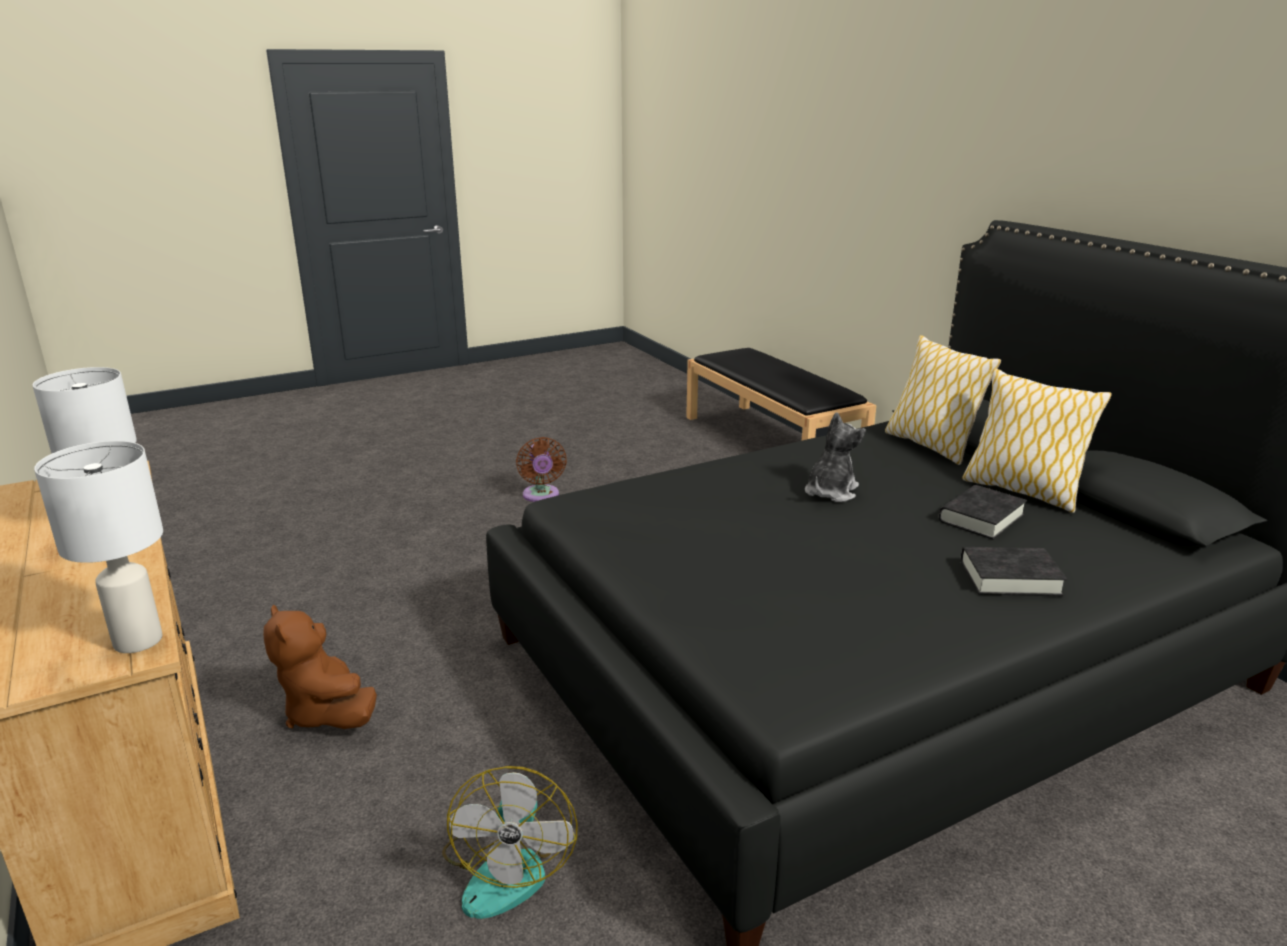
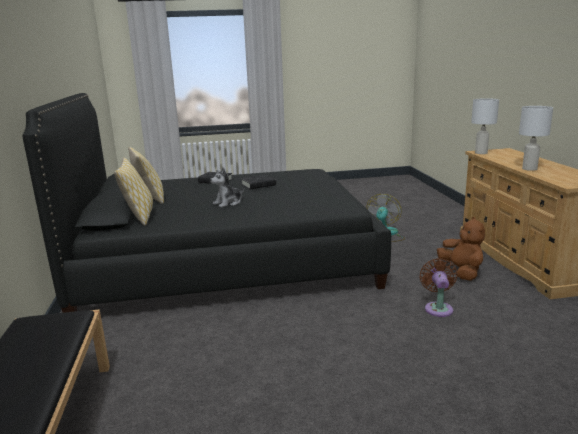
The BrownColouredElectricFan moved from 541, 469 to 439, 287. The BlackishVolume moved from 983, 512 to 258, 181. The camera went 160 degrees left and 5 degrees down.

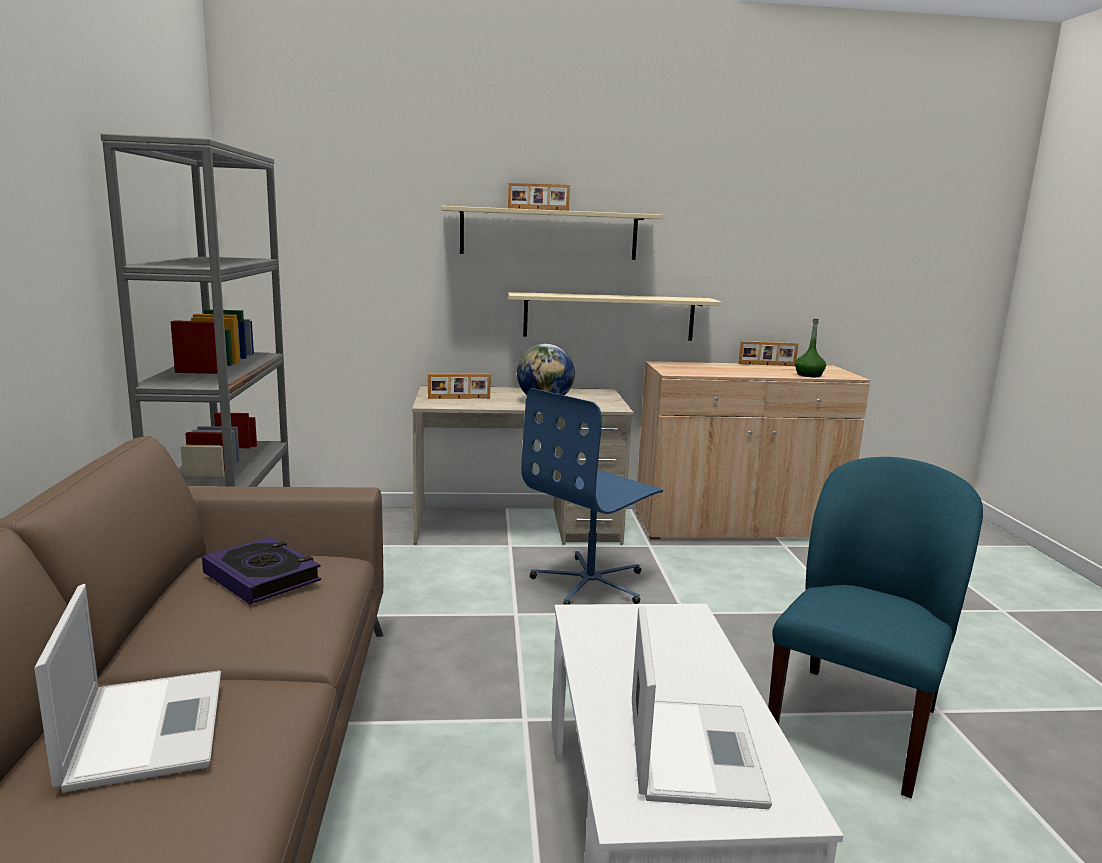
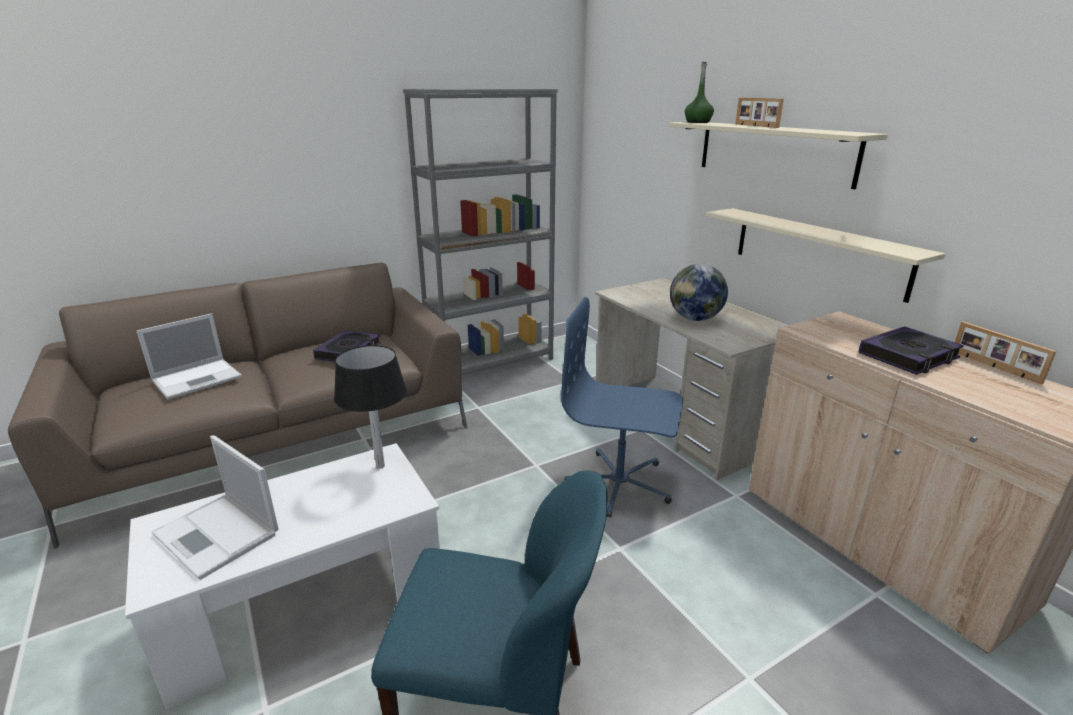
The GreenDrinkBottle moved from 810, 348 to 699, 92. The StandingFrame at 459, 386 disappeared. The Laptop at 702, 707 turned 60 degrees clockwise. The Volume at 911, 350 appeared. The BlackishTabletopLamp at 370, 407 appeared. The camera went 65 degrees right and 10 degrees up.

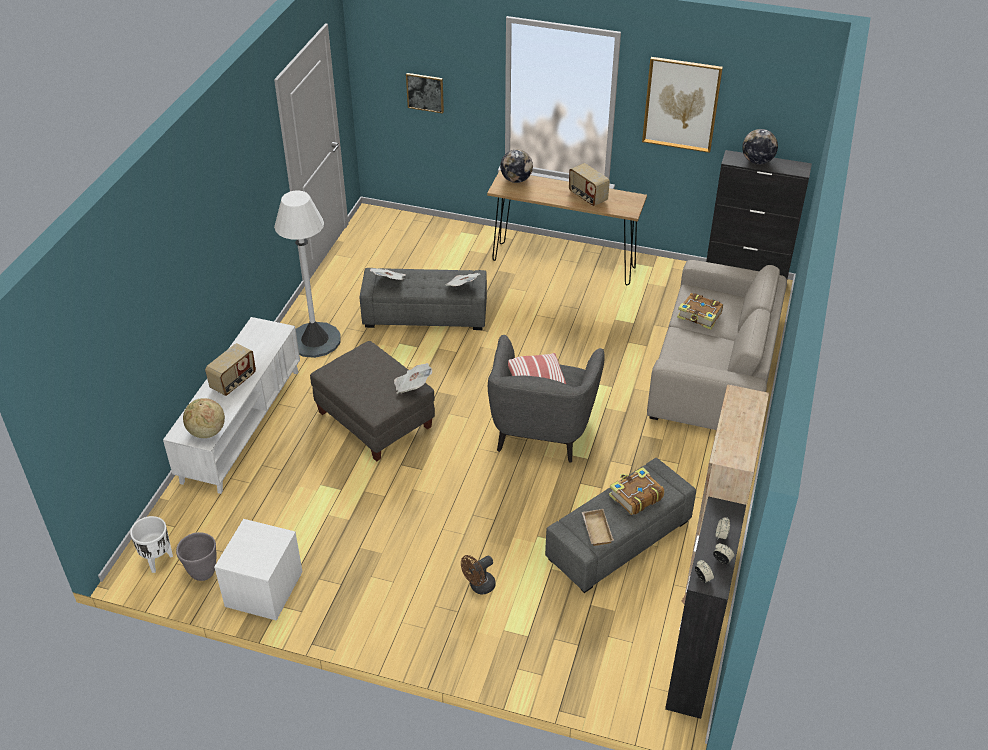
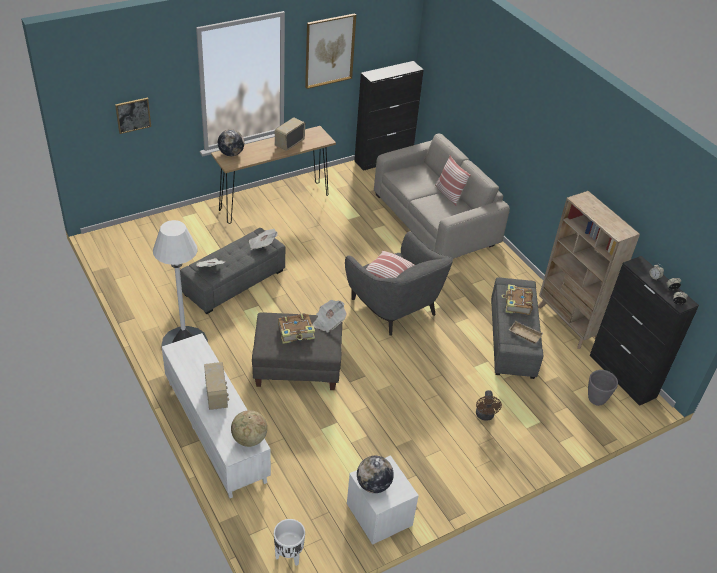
The Globe moved from 760, 147 to 375, 474. The RadioReceiver at 589, 184 turned 120 degrees clockwise. The Volume moved from 700, 311 to 296, 328. The GreyishFlowerPot moved from 196, 556 to 603, 388. The ThrowPillow at 453, 180 appeared. The camera went 50 degrees left and 0 degrees up.

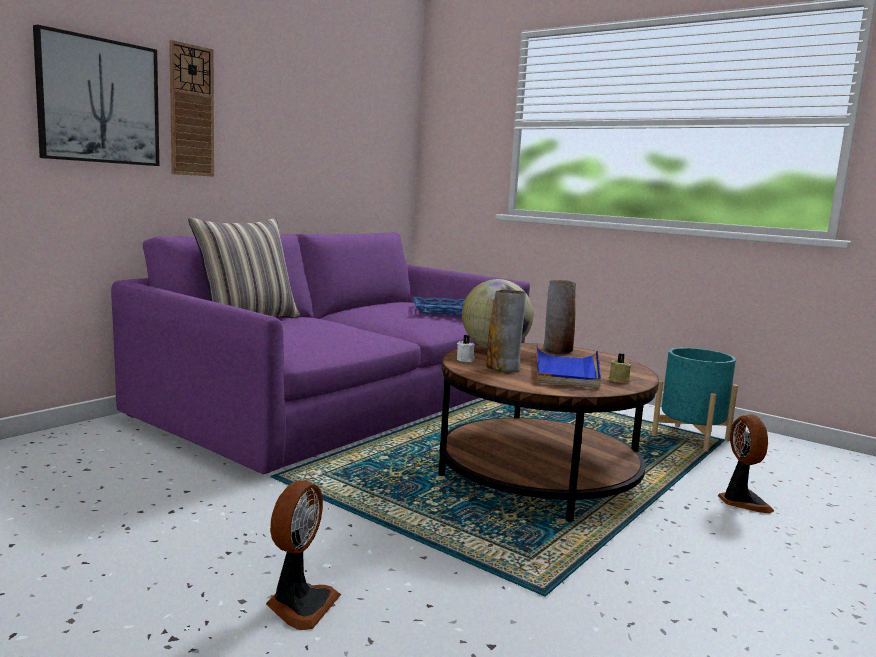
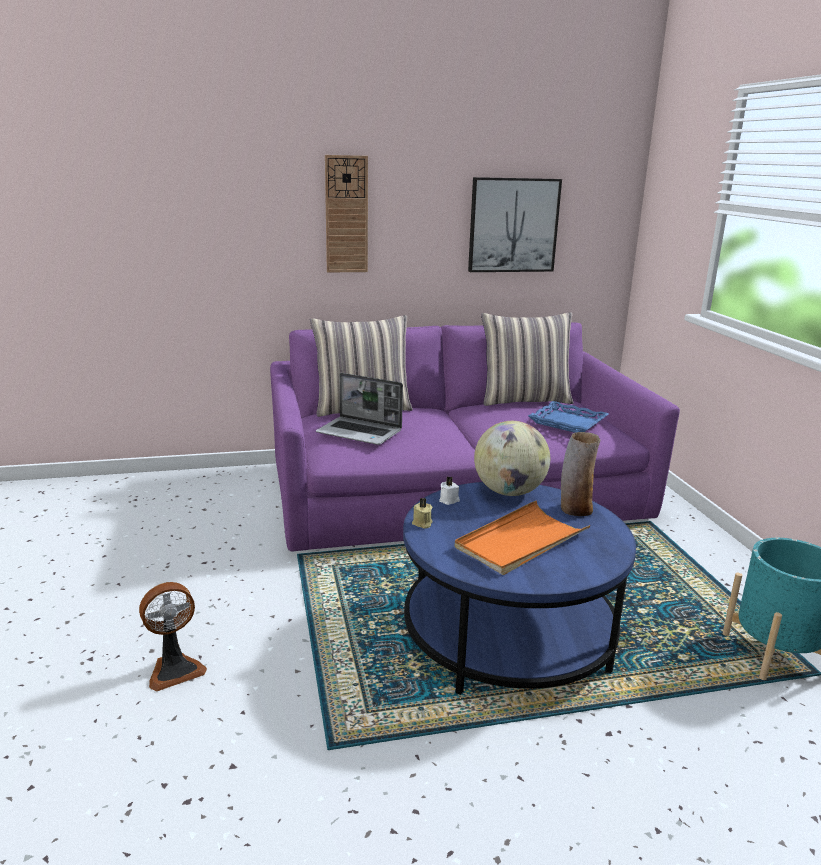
The Picture moved from 96, 95 to 515, 224. The Vase at 506, 331 disappeared. The BrownColouredCoffeeTable at 548, 432 became the BluishCoffeeTable at 519, 588. The BluishCarryingTray at 568, 366 became the OrangeyCarryingTray at 523, 538. The BeigeWaxCandle moved from 619, 367 to 422, 513. The ElectricFan at 746, 464 disappeared. The ThrowPillow at 527, 359 appeared. The Laptop at 359, 409 appeared. The camera went 40 degrees right and 10 degrees up.

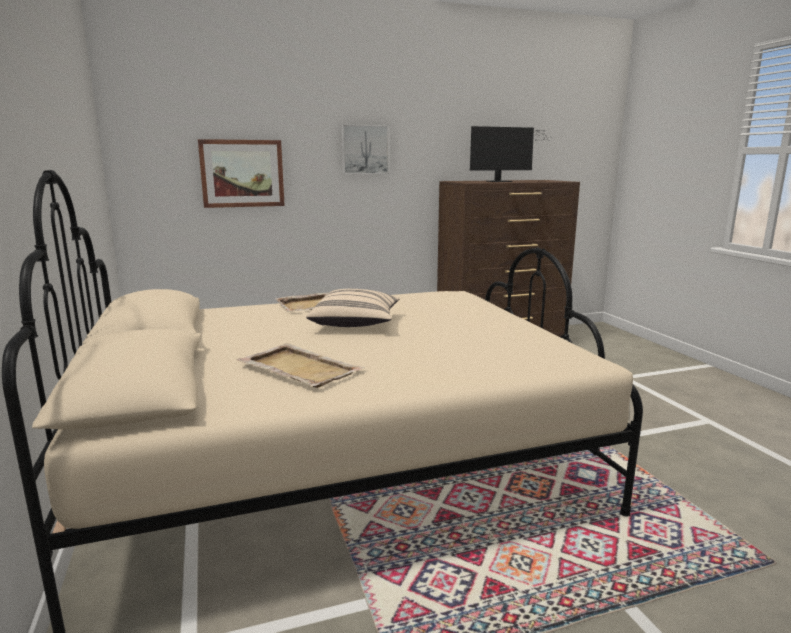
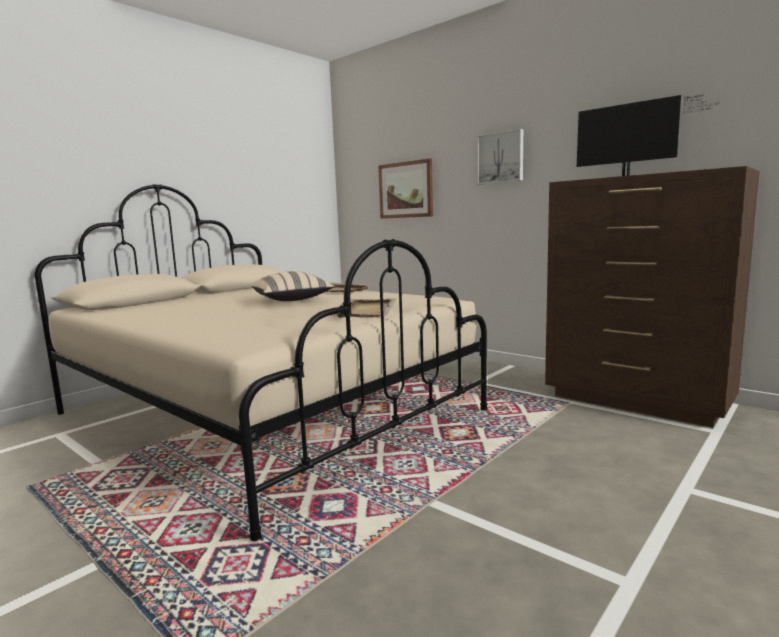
The BeigeCarryingTray moved from 300, 365 to 366, 308. The camera went 60 degrees right and 5 degrees down.

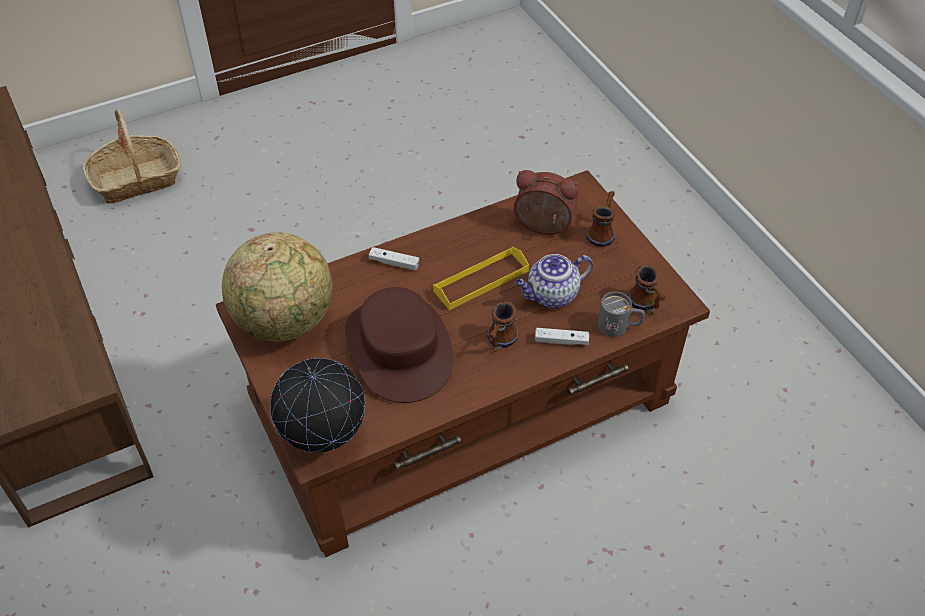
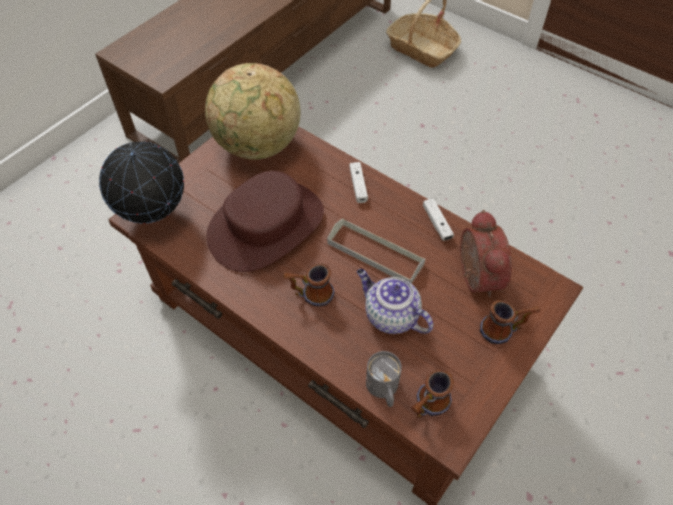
The YellowColouredCarryingTray at 481, 278 became the GreyishCarryingTray at 376, 251. The WhiteJoypad moved from 562, 336 to 438, 219. The camera went 65 degrees right and 5 degrees up.

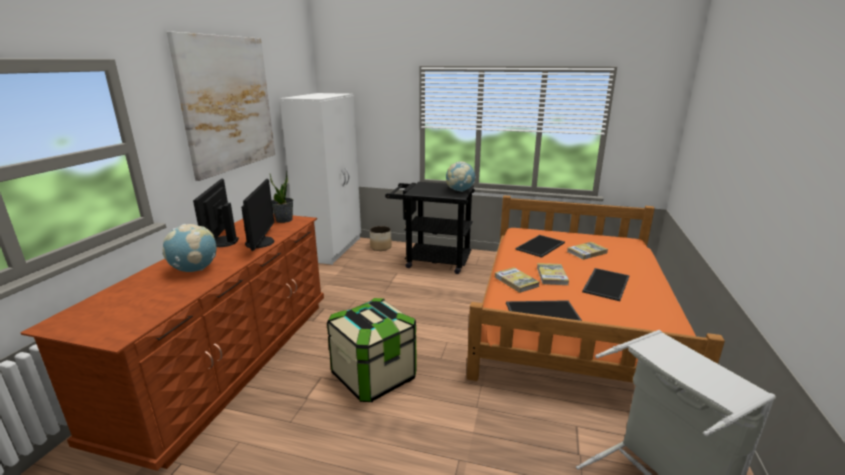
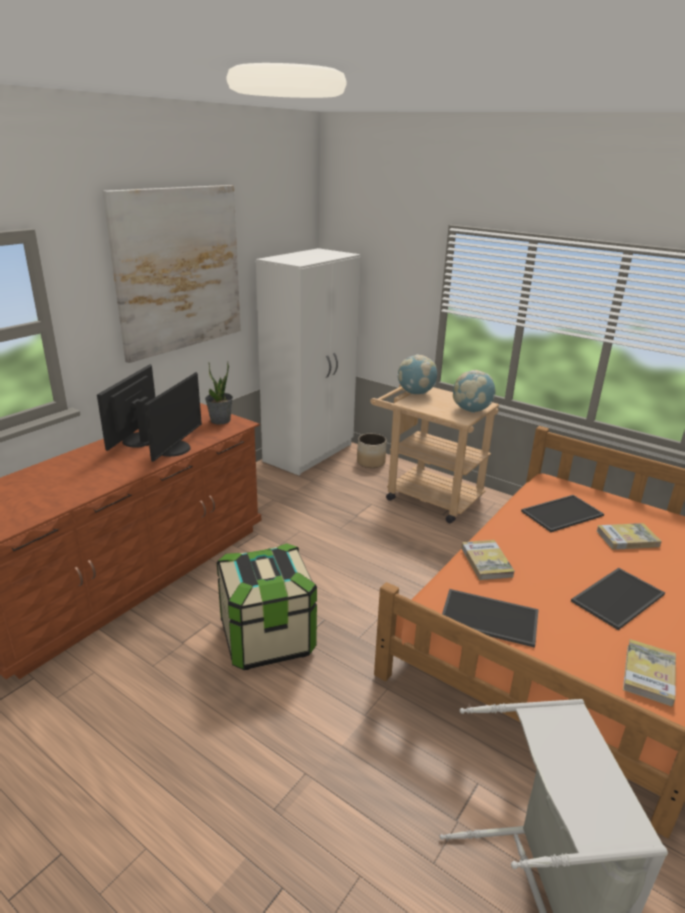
The BlackishCart at 430, 228 became the BeigeCart at 434, 454. The Globe moved from 189, 248 to 417, 374. The Volume moved from 553, 274 to 649, 673. The camera went 20 degrees right and 5 degrees up.

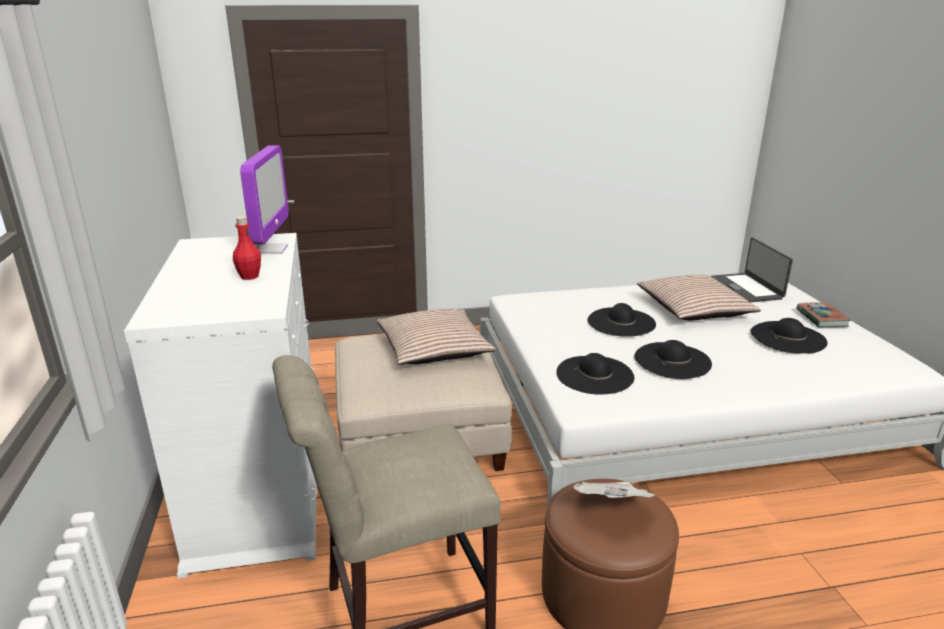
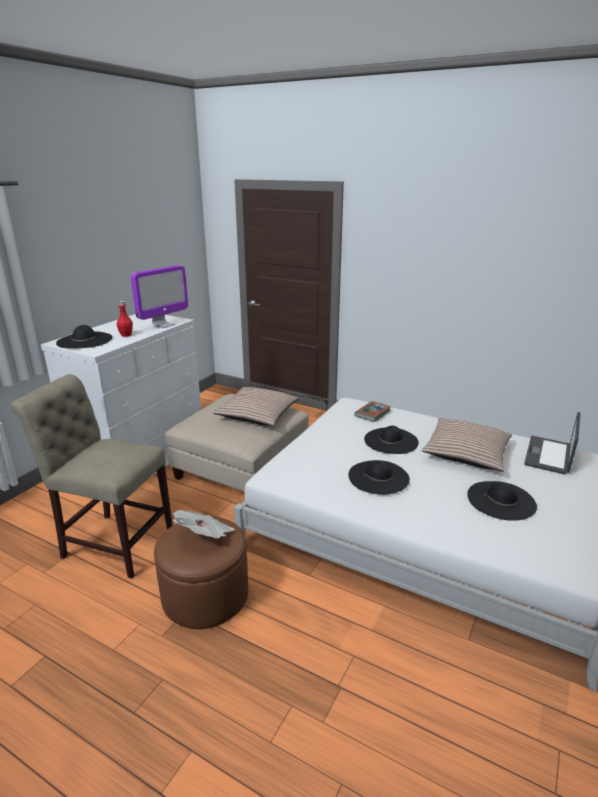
The Volume moved from 823, 314 to 372, 411. The BlackishWearableHat moved from 595, 373 to 84, 337. The camera went 40 degrees right and 0 degrees up.

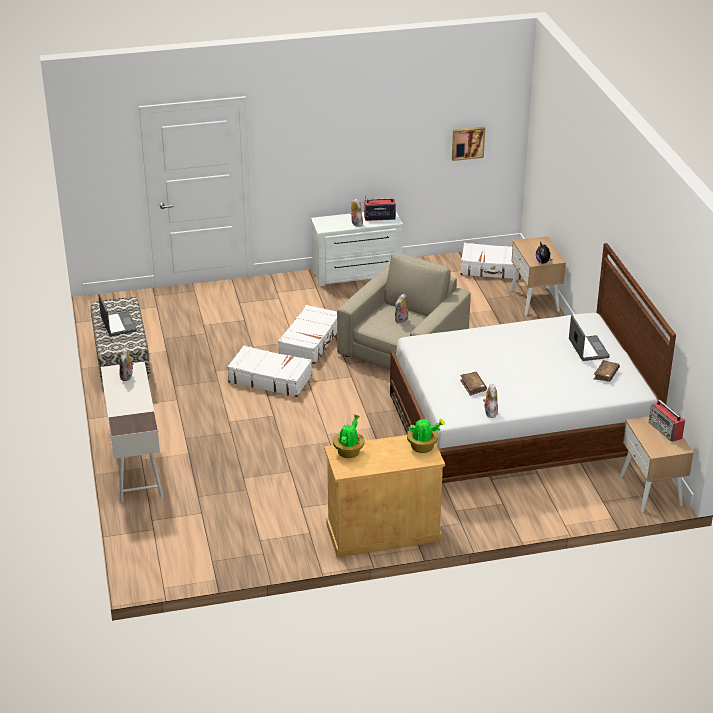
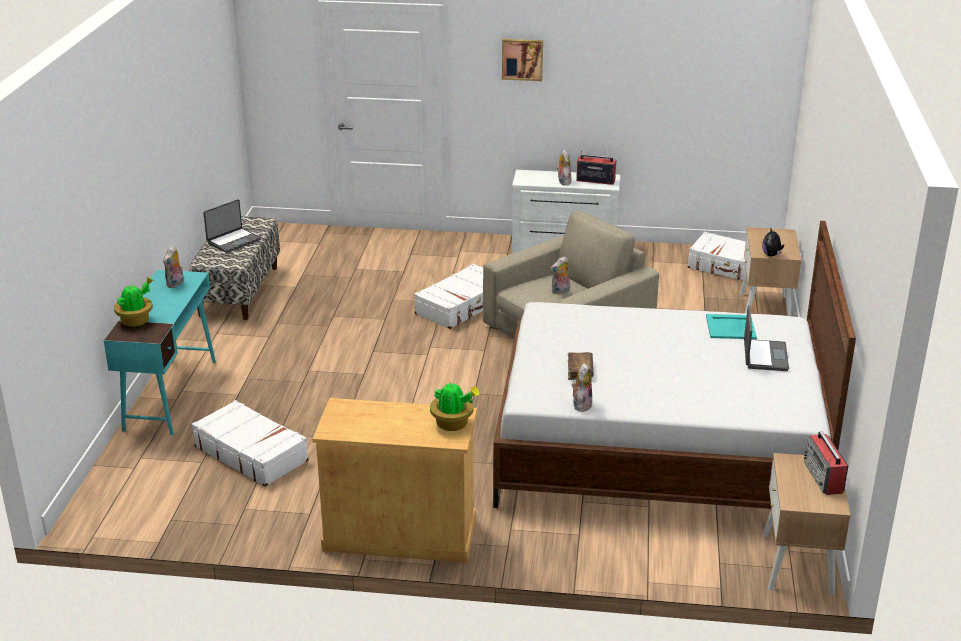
The Picture moved from 468, 144 to 522, 60. The Laptop at 117, 315 turned 45 degrees clockwise. The WhiteTravelCase moved from 269, 371 to 250, 443. The BrownColouredVolume at 607, 371 disappeared. The WhiteDeskTable at 132, 432 became the BlueGreenDeskTable at 159, 352. The Houseplant moved from 348, 436 to 134, 302. The BlueGreenCarryingTray at 731, 326 appeared. The camera went 20 degrees right and 5 degrees down.

